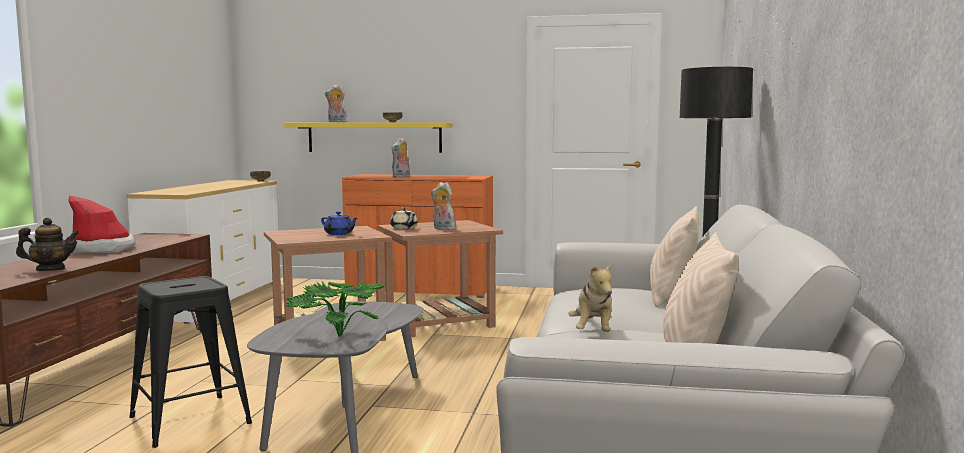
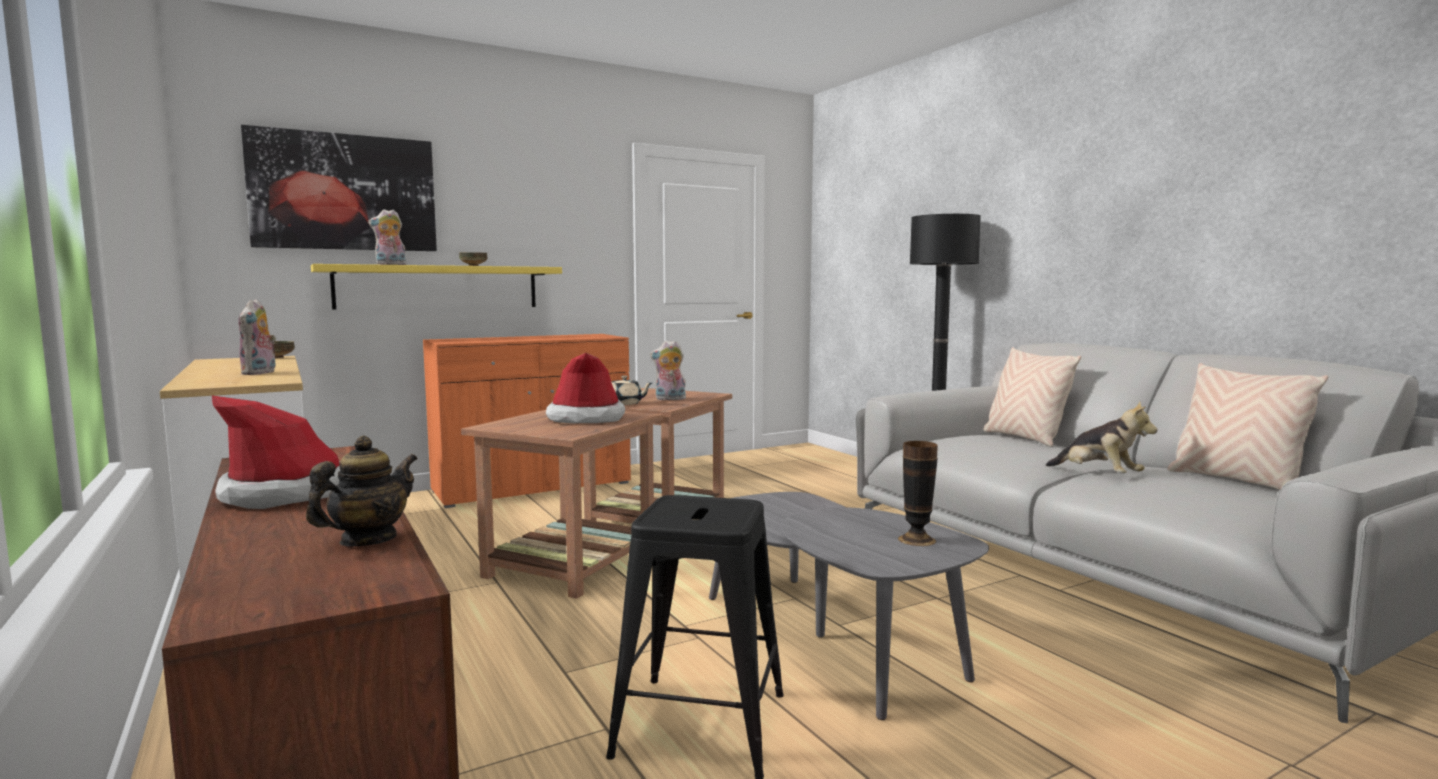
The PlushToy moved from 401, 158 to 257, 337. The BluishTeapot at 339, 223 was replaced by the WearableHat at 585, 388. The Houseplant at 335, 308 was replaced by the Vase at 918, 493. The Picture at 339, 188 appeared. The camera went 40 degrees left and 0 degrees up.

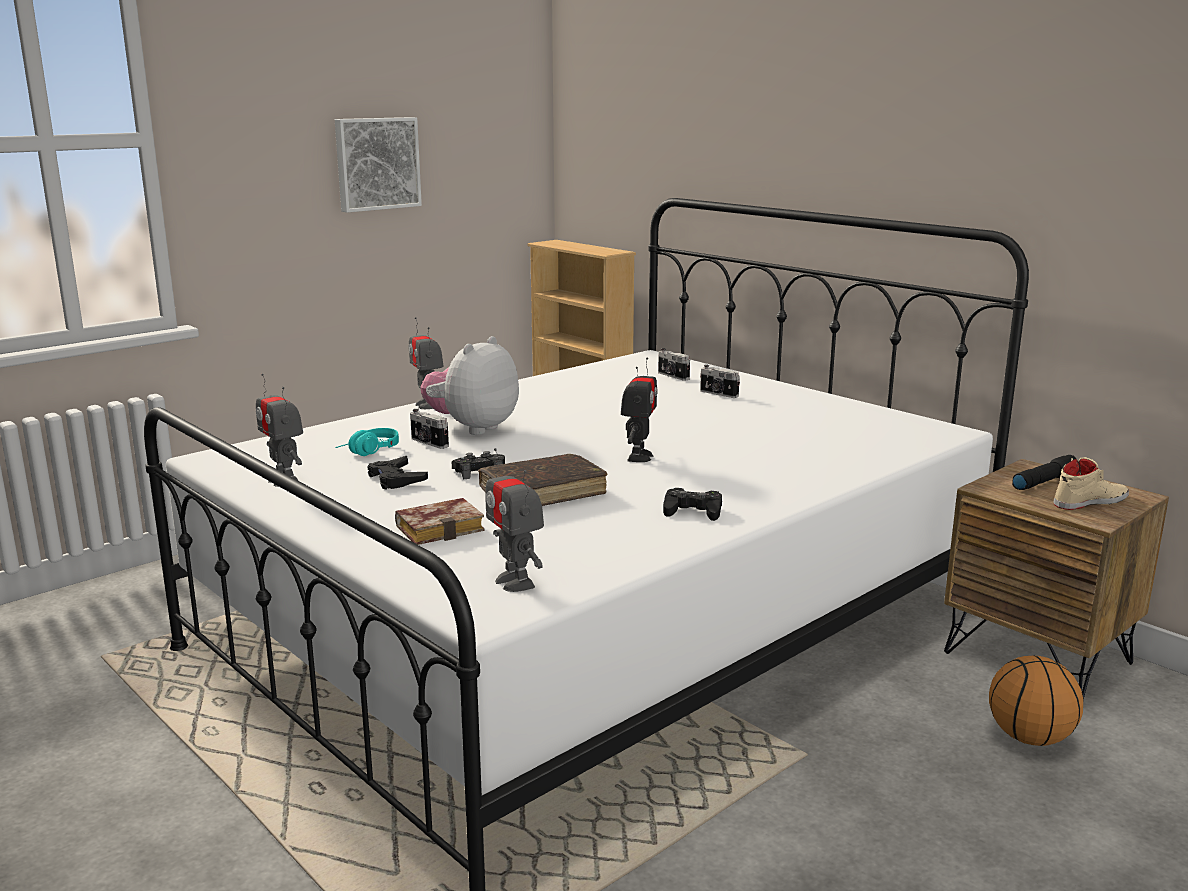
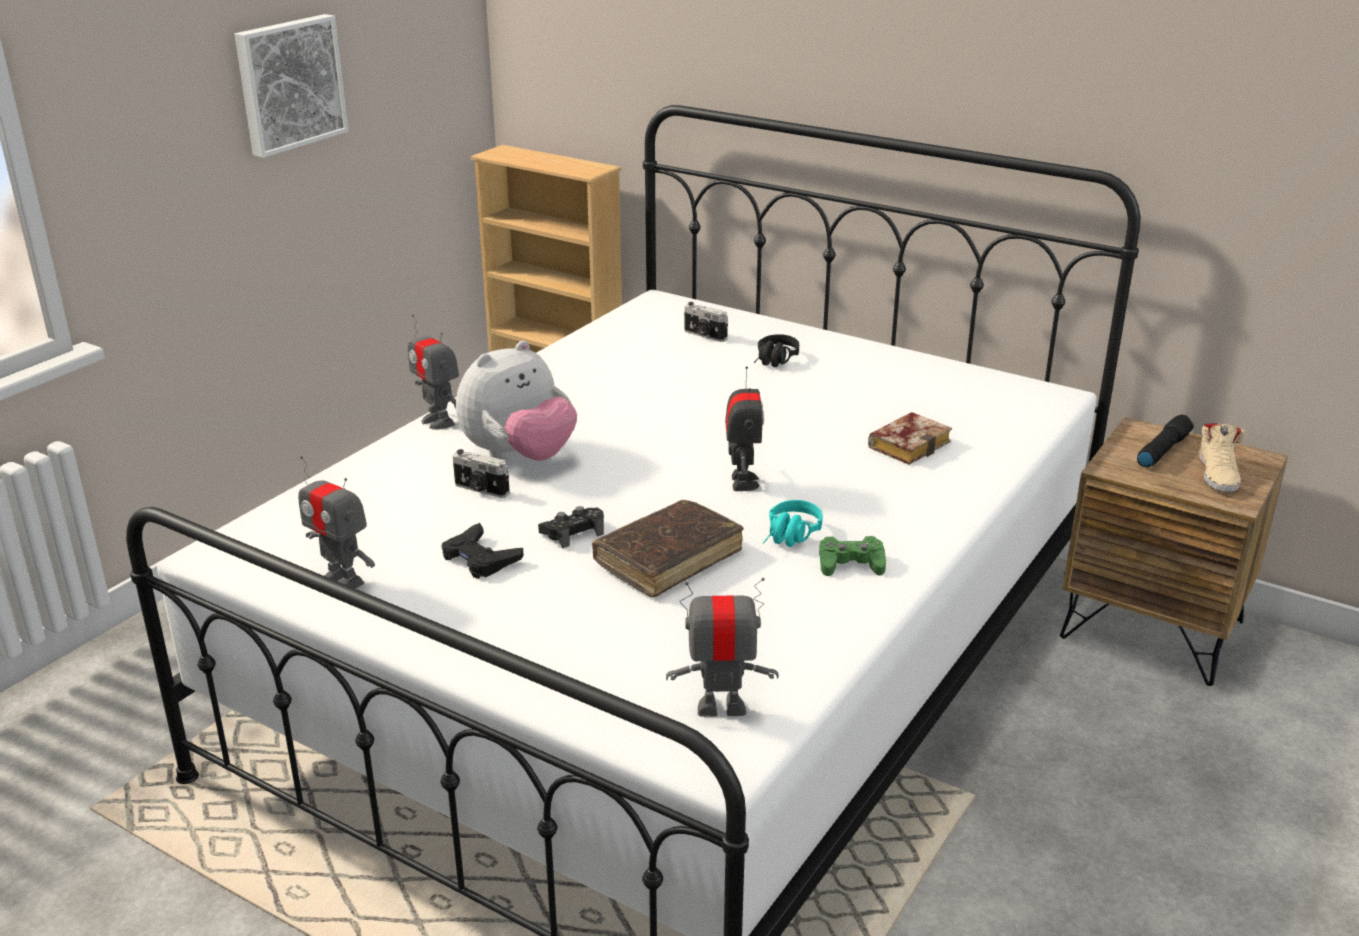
The PlushToy at 469, 385 turned 150 degrees counterclockwise. The StillCamera at 720, 381 was replaced by the BlackishHeadphones at 776, 350. The BlueGreenHeadphones moved from 367, 442 to 792, 523. The ModelRobot at 514, 520 turned 135 degrees clockwise. The BeigeItemOfFootwear at 1091, 483 turned 135 degrees clockwise. The BlackishJoypad at 692, 504 became the GreenJoypad at 852, 556. The Volume moved from 439, 521 to 910, 438. The BasketballBall at 1036, 701 disappeared. The camera went 15 degrees left and 10 degrees up.

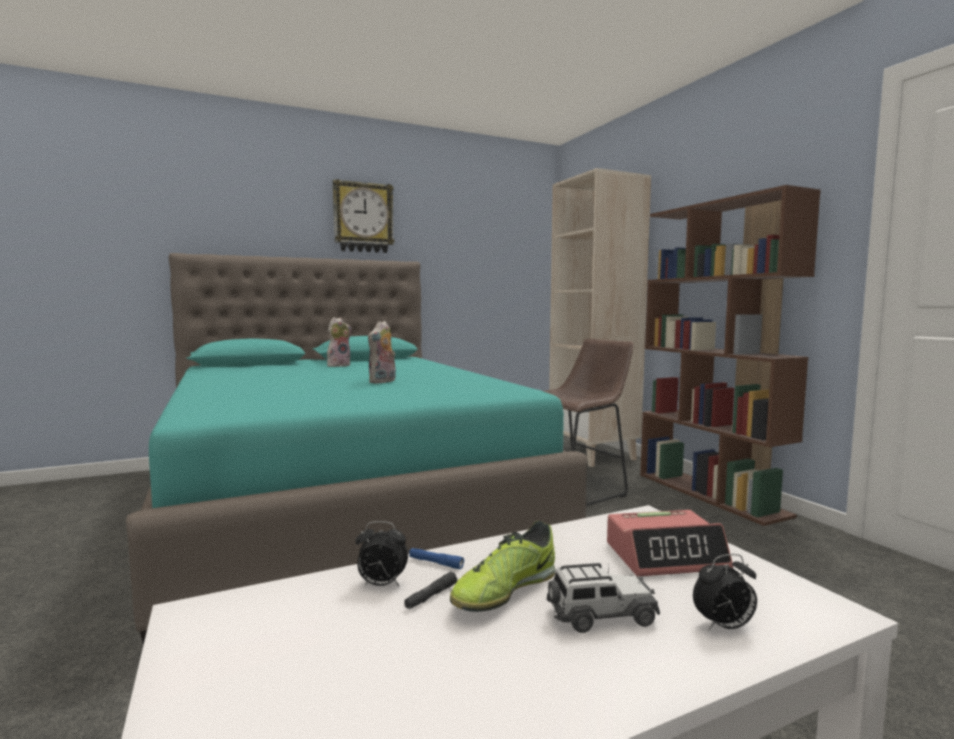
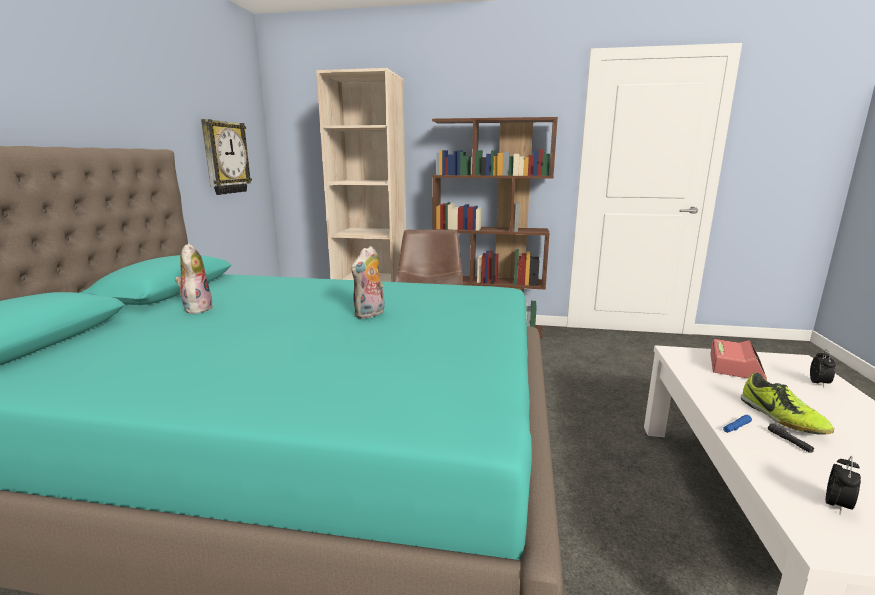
The HangingClock moved from 364, 216 to 226, 157. The PlushToy at 382, 352 turned 60 degrees clockwise. The TableClock moved from 381, 553 to 843, 485. The MiniatureCar at 603, 597 disappeared. The camera went 55 degrees left and 10 degrees up.

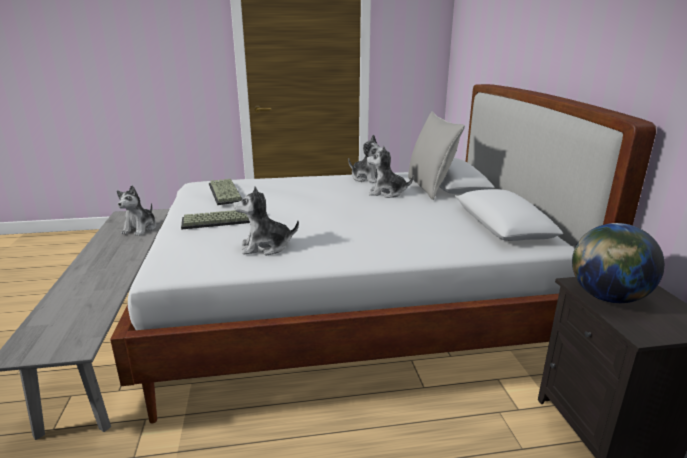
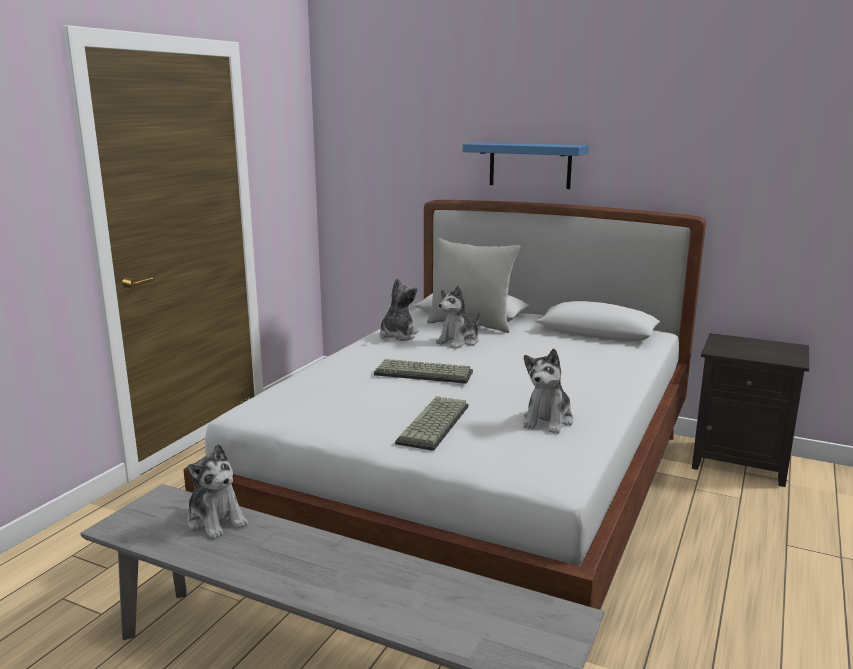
The PlushToy at 365, 159 turned 45 degrees counterclockwise. The PcKeyboard moved from 225, 192 to 423, 371. The Globe at 618, 263 disappeared. The BluishBracketShelf at 526, 165 appeared. The camera went 55 degrees left and 5 degrees down.

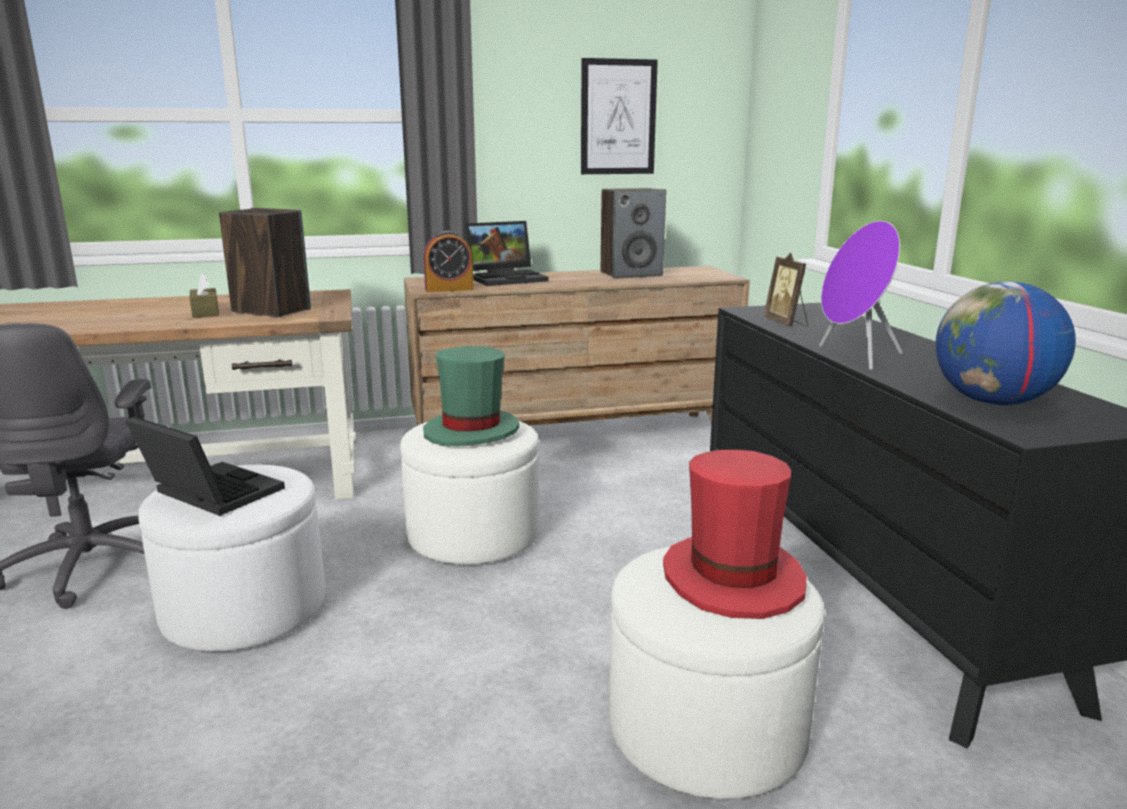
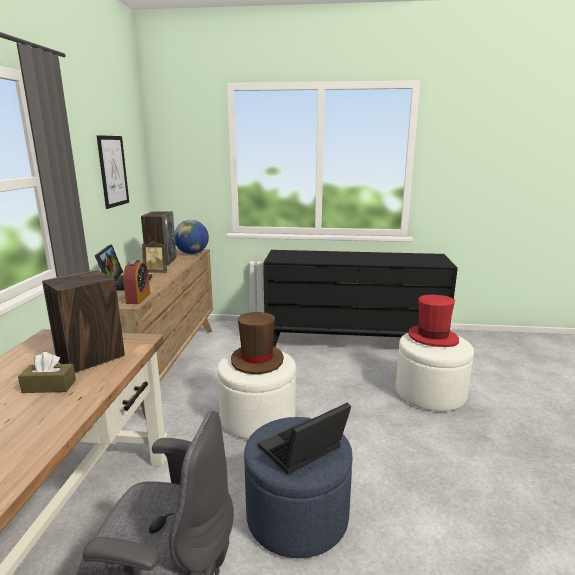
The PurpleColouredAudioSpeaker at 861, 295 disappeared. The StandingFrame moved from 786, 289 to 154, 256. The Globe moved from 1005, 343 to 192, 237. The GreenWearableHat at 471, 396 became the BrownColouredWearableHat at 257, 343. The WhiteOttoman at 231, 558 became the BluishOttoman at 298, 487. The camera went 70 degrees left and 0 degrees up.

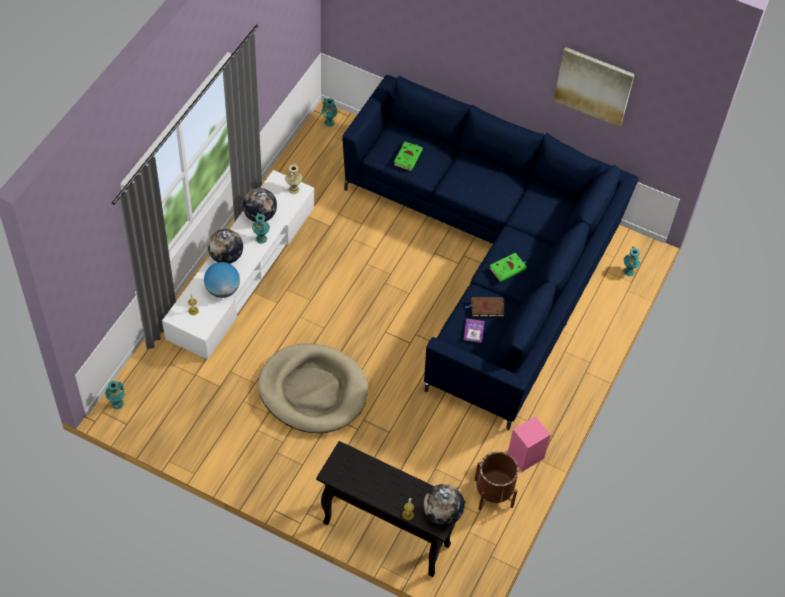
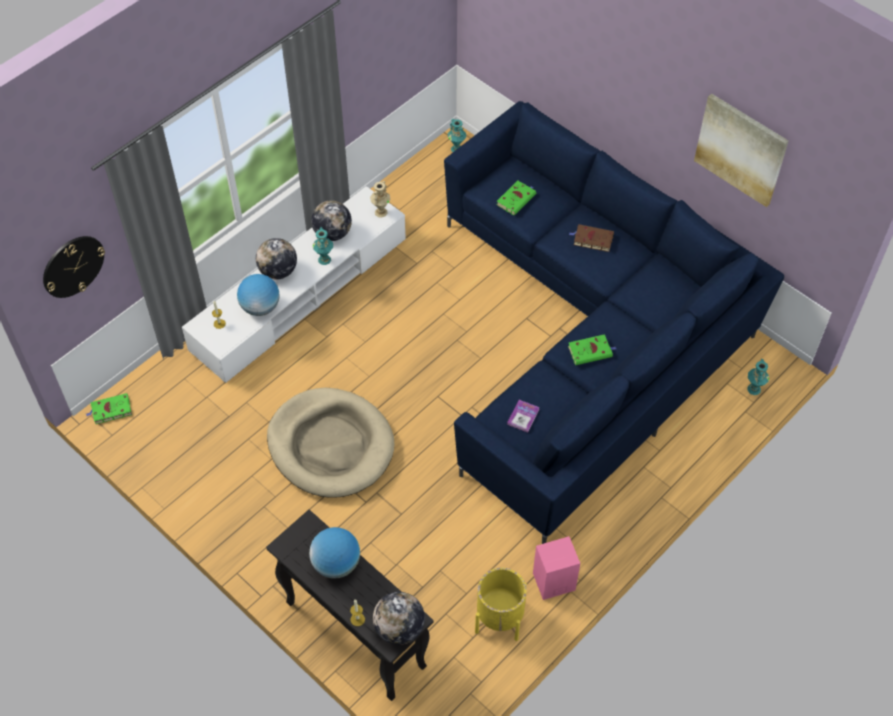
The BrownColouredVolume moved from 484, 307 to 591, 238. The BlueGreenVase at 115, 395 was replaced by the GreenVolume at 109, 408. The BrownColouredFlowerPot at 496, 480 became the YellowColouredFlowerPot at 501, 604. The HangingClock at 74, 267 appeared. The Globe at 334, 553 appeared. The camera went 20 degrees right and 0 degrees up.

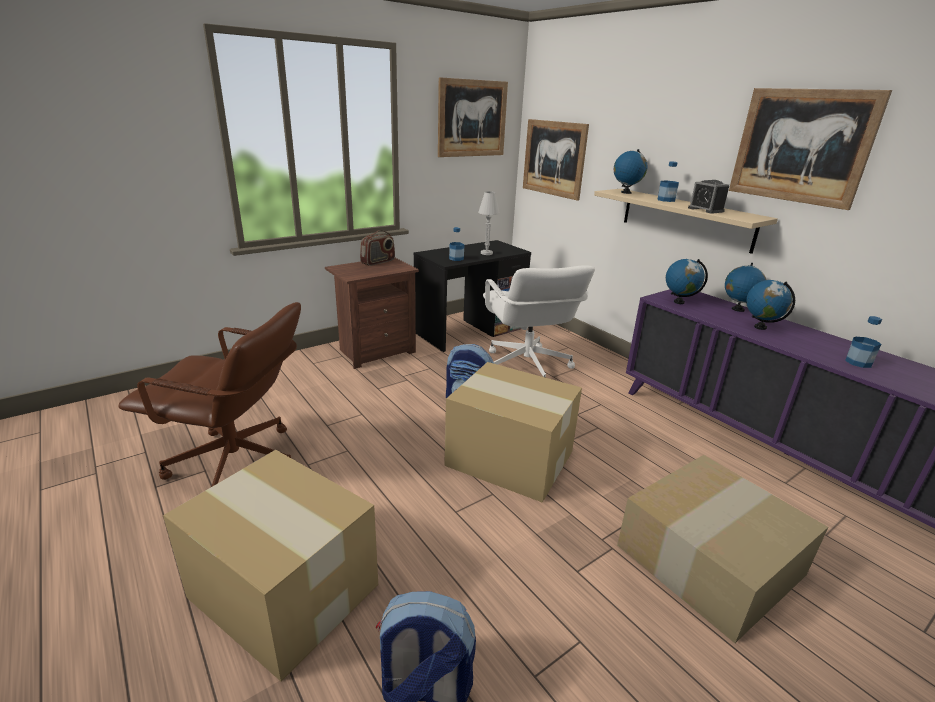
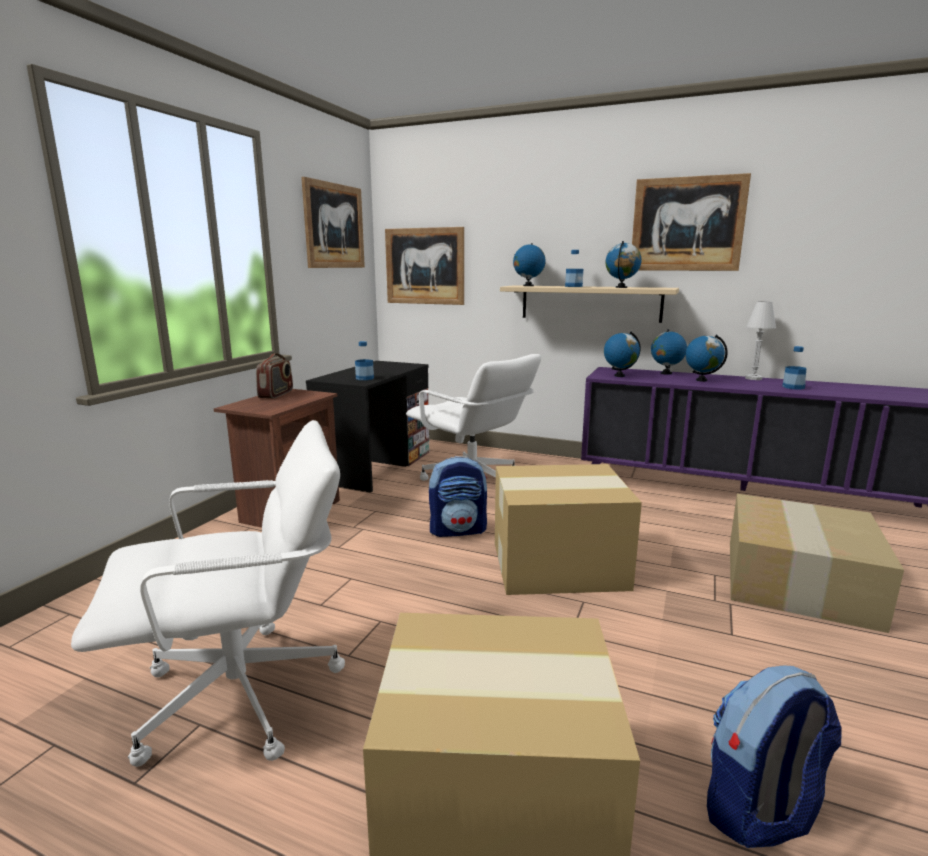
The TableClock at 708, 197 was replaced by the Globe at 623, 264. The WhiteTabletopLamp moved from 489, 223 to 760, 340. The BrownColouredOfficeChair at 209, 394 became the WhiteOfficeChair at 208, 593. The camera went 30 degrees left and 10 degrees down.

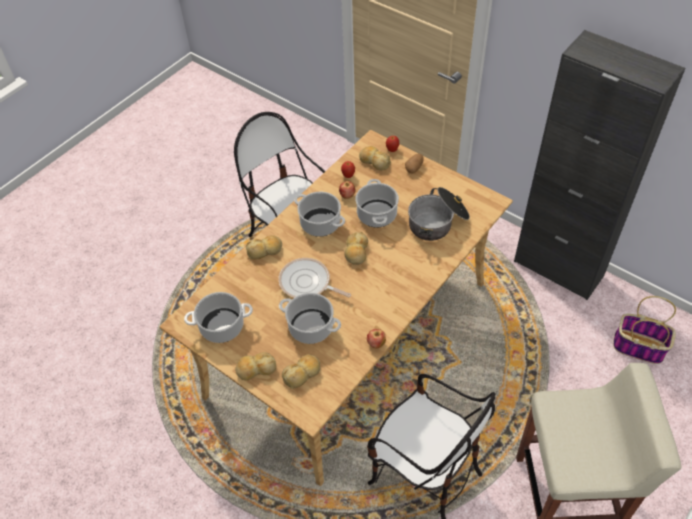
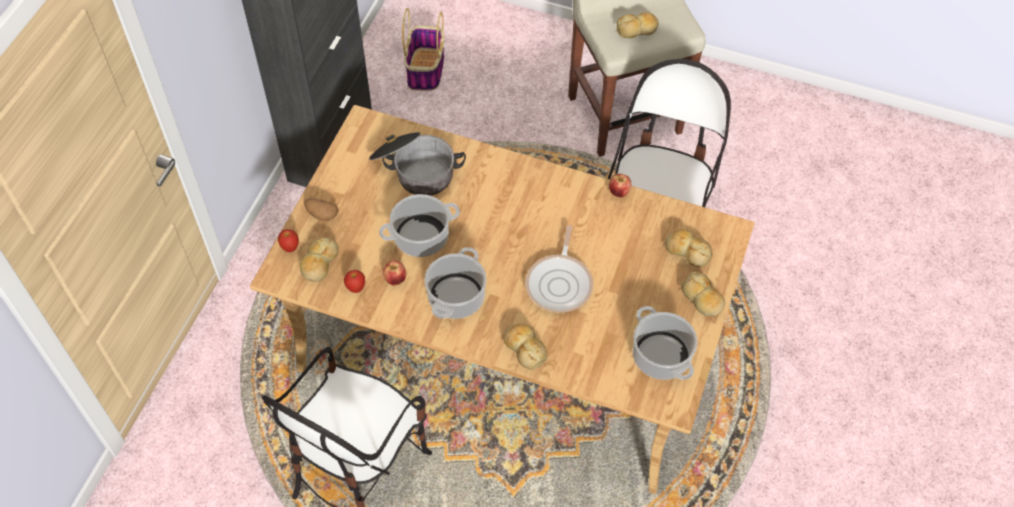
The Bread moved from 356, 248 to 638, 25. The CookingPot at 310, 318 disappeared. The camera went 110 degrees left and 5 degrees up.

